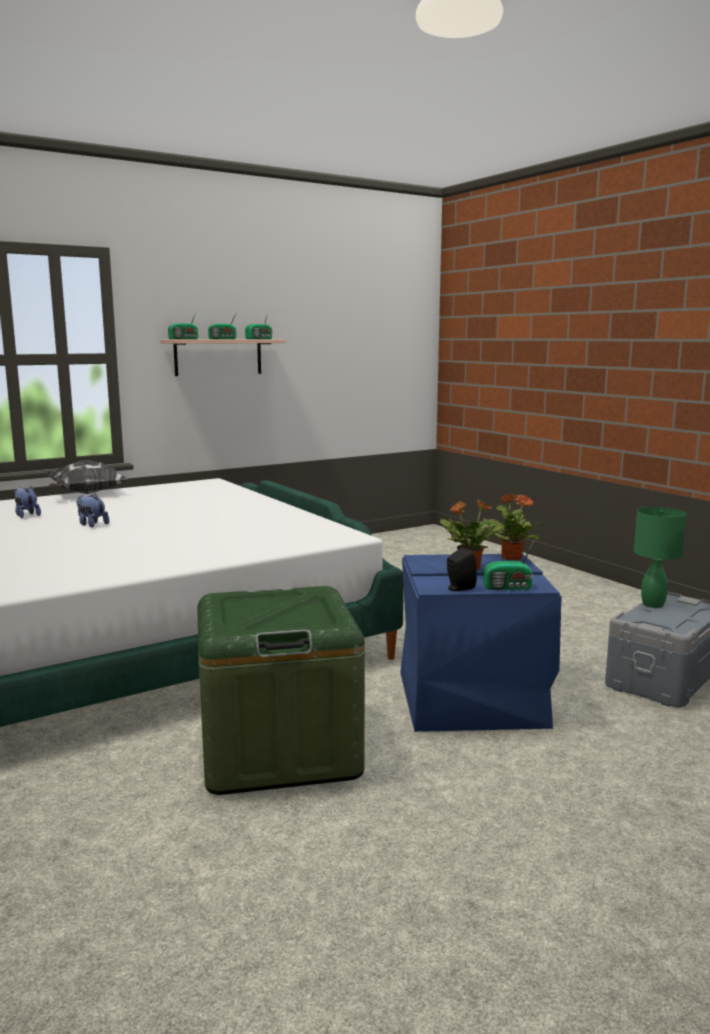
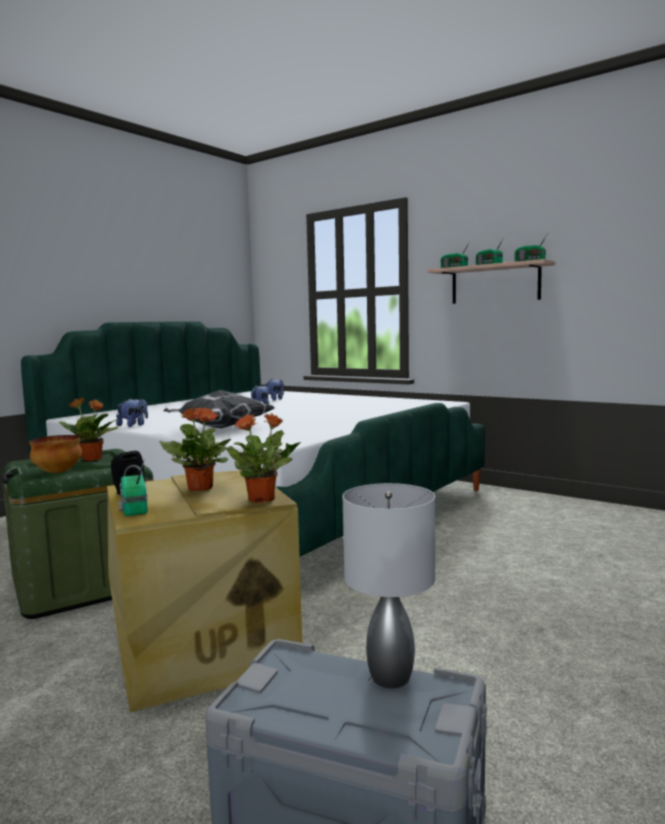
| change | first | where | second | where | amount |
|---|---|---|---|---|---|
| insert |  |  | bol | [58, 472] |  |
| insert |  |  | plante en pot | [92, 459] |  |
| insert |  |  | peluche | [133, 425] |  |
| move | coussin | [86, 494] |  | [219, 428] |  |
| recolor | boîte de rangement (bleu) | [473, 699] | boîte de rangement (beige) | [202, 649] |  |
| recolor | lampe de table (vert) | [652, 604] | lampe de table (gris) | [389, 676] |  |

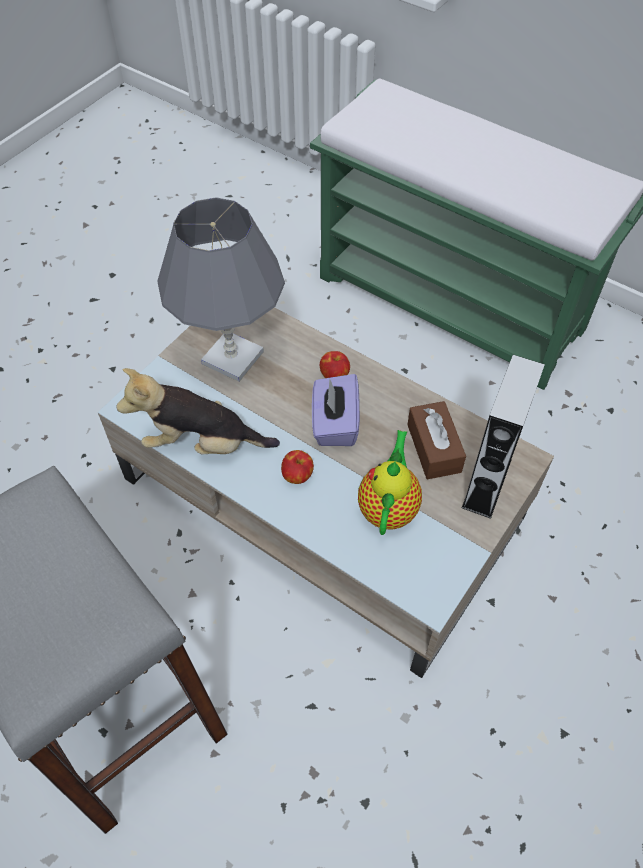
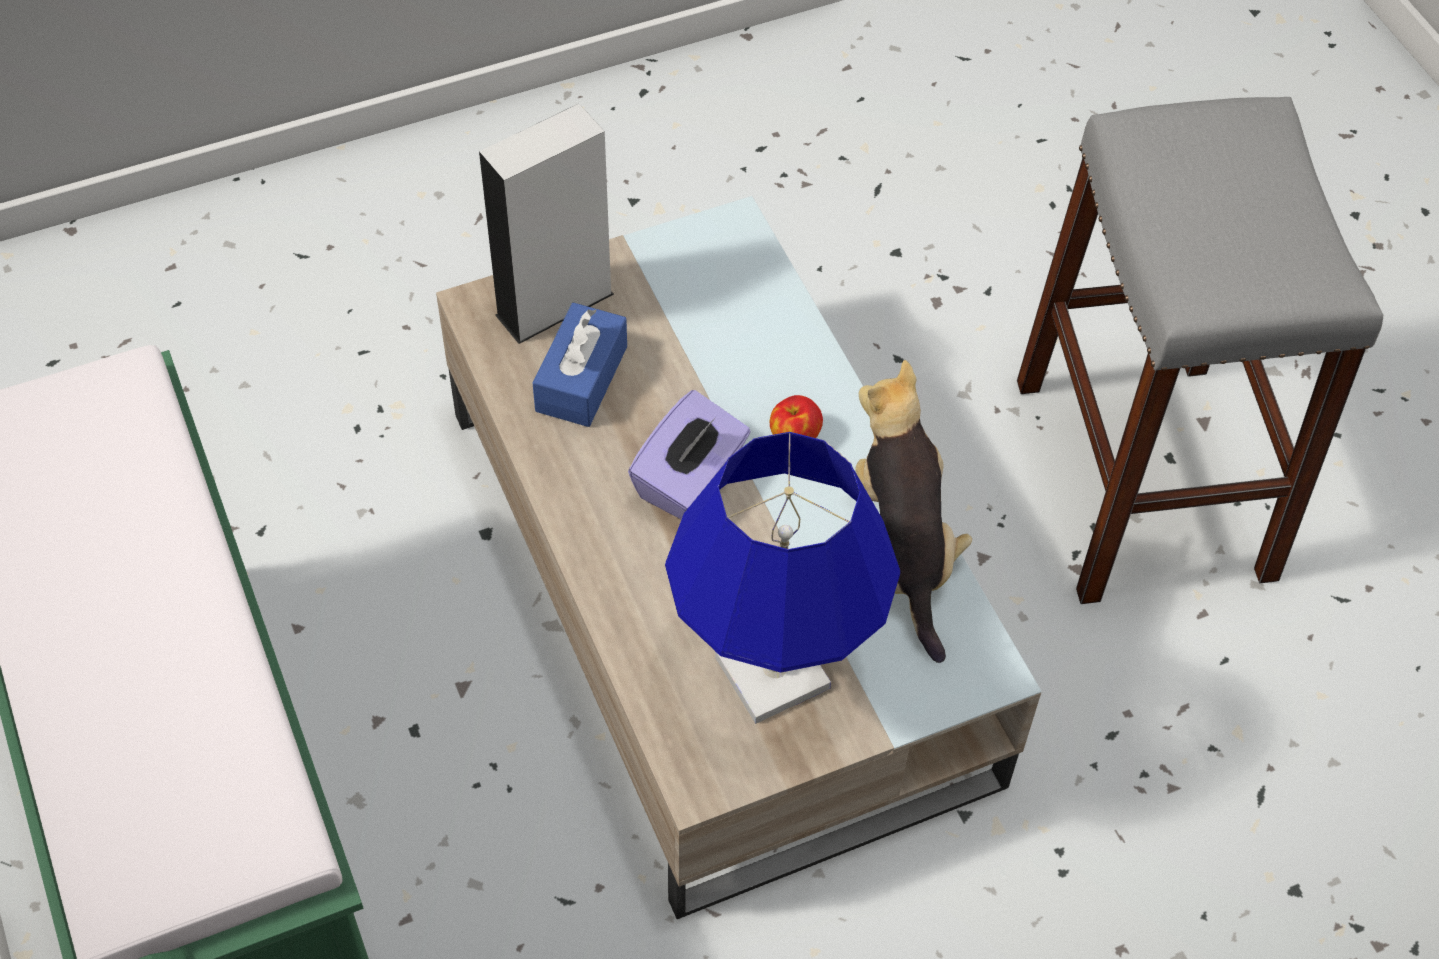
| change | first | where | second | where | amount |
|---|---|---|---|---|---|
| delete | pomme | [334, 375] |  |  |  |
| delete | théière | [388, 506] |  |  |  |
| recolor | lampe de table (gris) | [232, 357] | lampe de table (bleu) | [773, 673] |  |
| recolor | boîte à mouchoirs (marron) | [434, 448] | boîte à mouchoirs (bleu) | [581, 378] |  |
| rotate | peluche | [202, 443] |  | [902, 551] | 135 degrees counterclockwise |

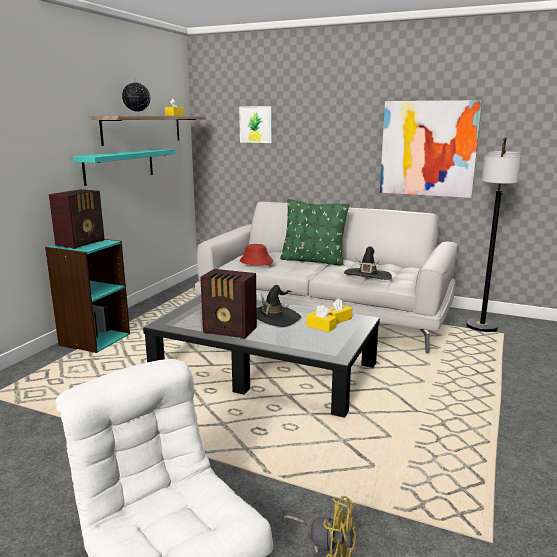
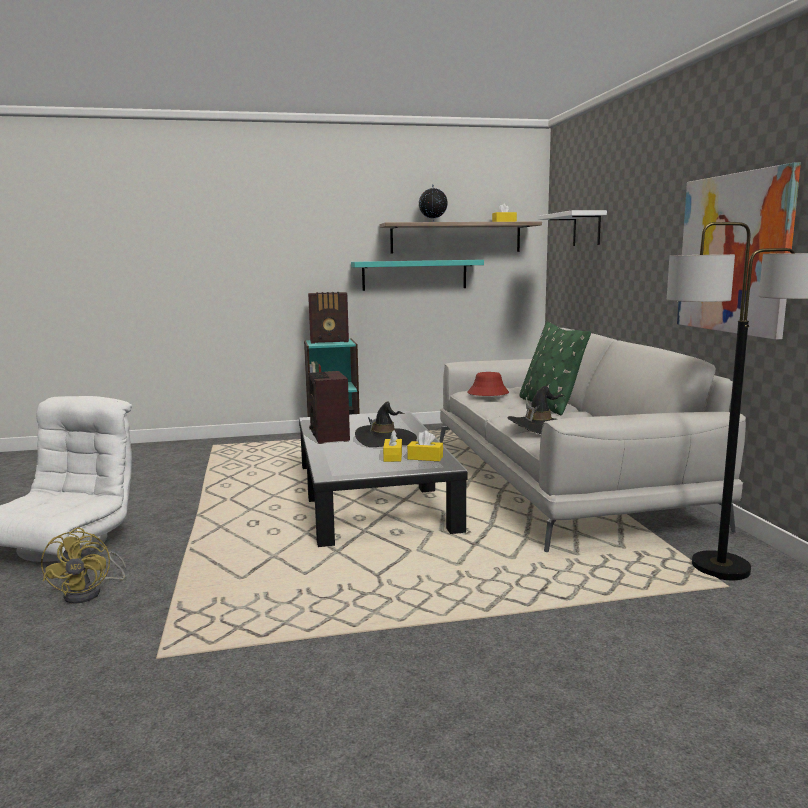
| change | first | where | second | where | amount |
|---|---|---|---|---|---|
| replace | tableau | [256, 124] | étagère (blanc) | [586, 229] |  |

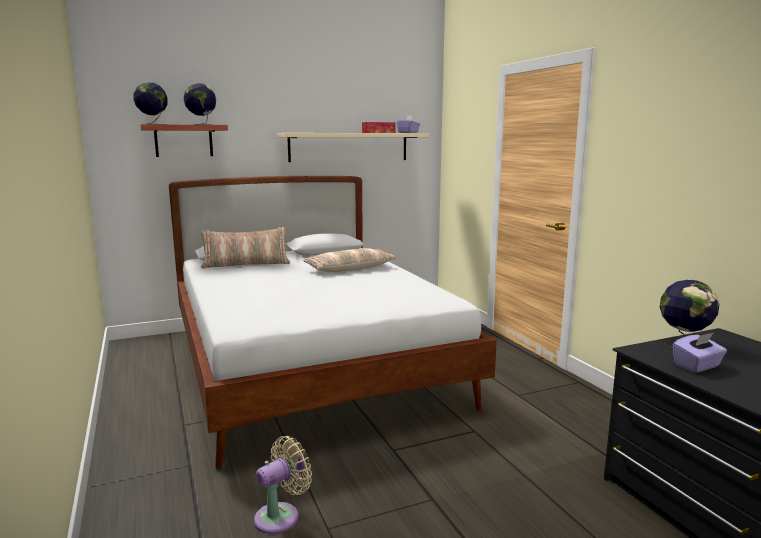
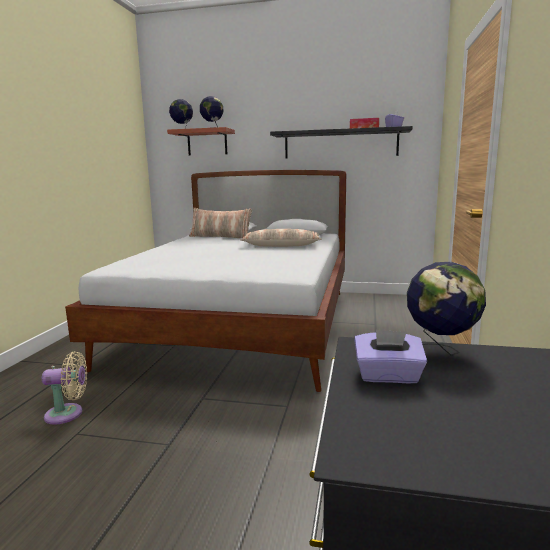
| change | first | where | second | where | amount |
|---|---|---|---|---|---|
| recolor | étagère (beige) | [349, 147] | étagère (noir) | [340, 144] |  |

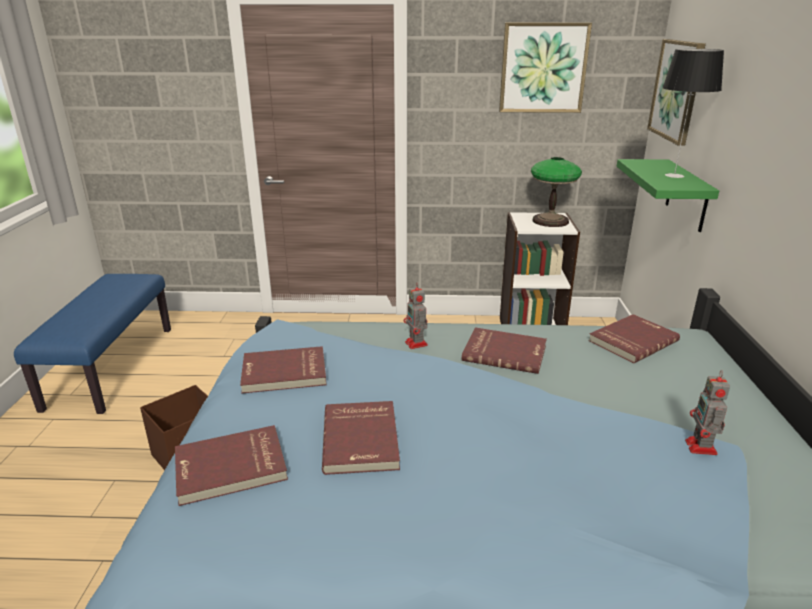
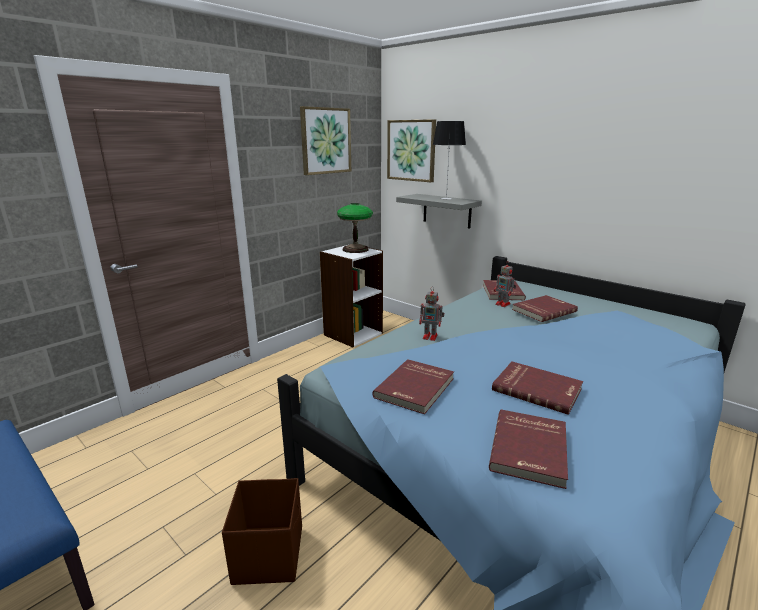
| change | first | where | second | where | amount |
|---|---|---|---|---|---|
| move | livre (rouge) | [504, 352] |  | [543, 310] |  |
| move | robot jouet | [701, 448] |  | [503, 304] |  |
| recolor | étagère (vert) | [687, 195] | étagère (gris) | [447, 210] |  |

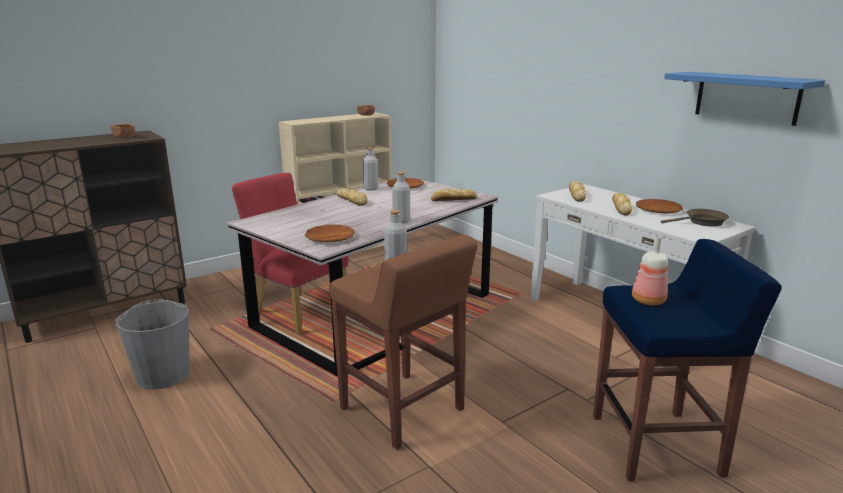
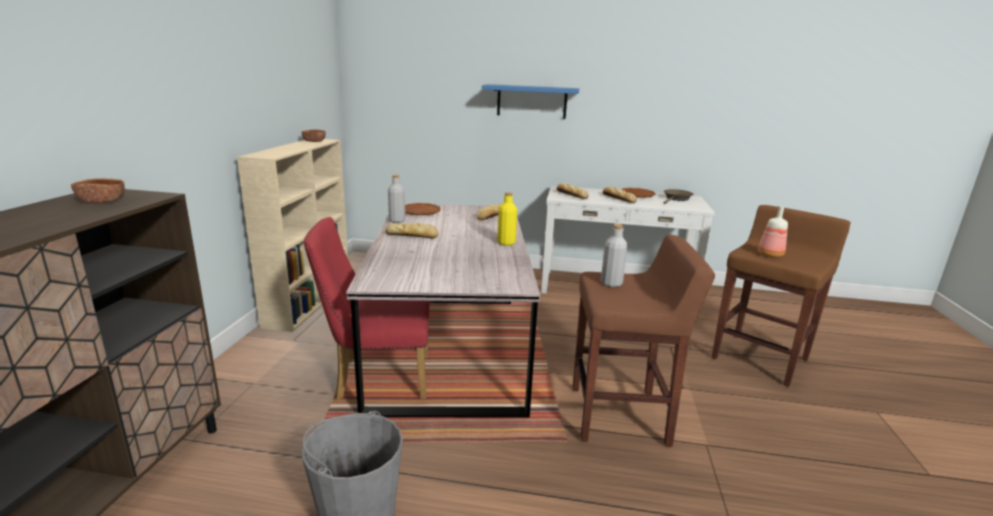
| change | first | where | second | where | amount |
|---|---|---|---|---|---|
| delete | assiette (marron) | [330, 237] |  |  |  |
| move | étagère (bleu) | [746, 97] |  | [531, 101] |  |
| recolor | bouteille (gris) | [401, 221] | bouteille (jaune) | [506, 243] |  |
| recolor | tabouret (bleu) | [658, 445] | tabouret (marron) | [760, 358] |  |

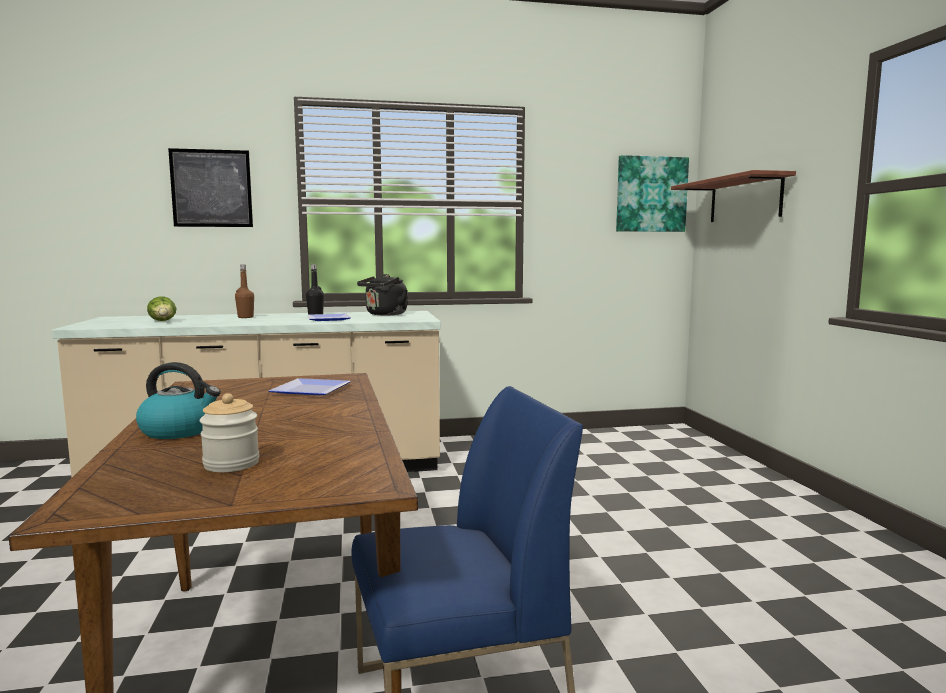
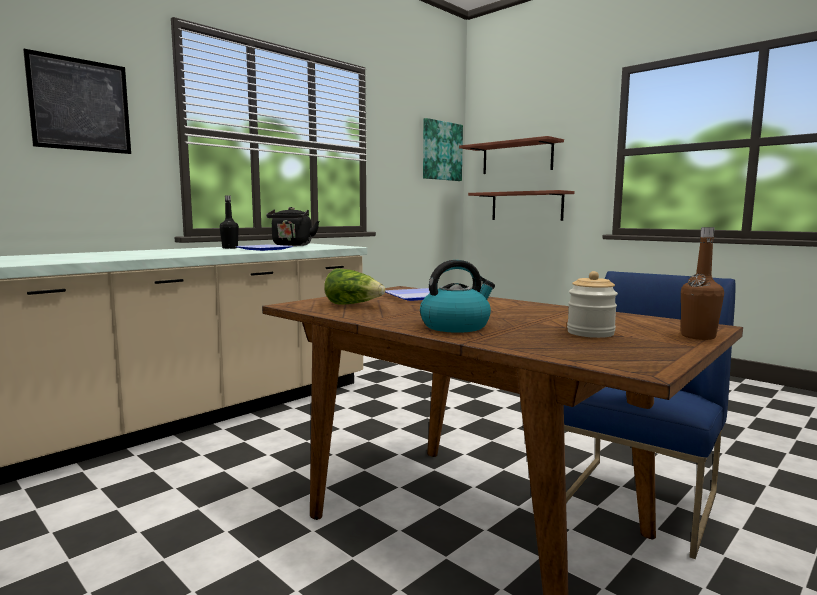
| change | first | where | second | where | amount |
|---|---|---|---|---|---|
| insert |  |  | étagère | [526, 206] |  |
| move | laitue | [163, 321] |  | [353, 305] |  |
| move | bouteille (marron) | [245, 317] |  | [698, 336] |  |

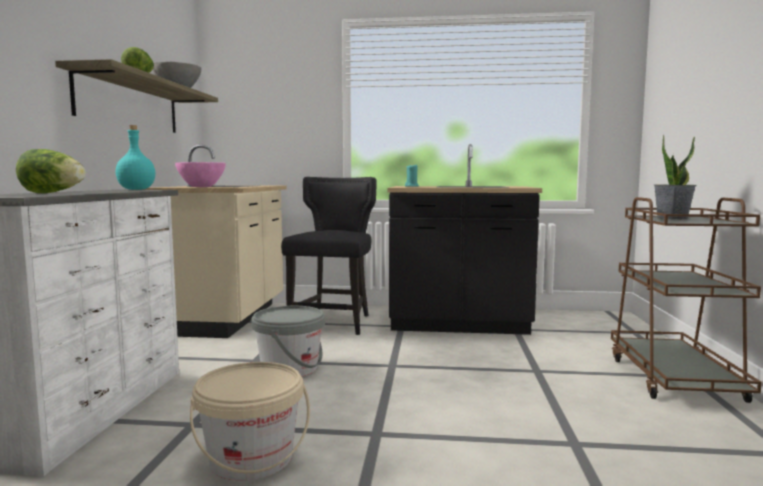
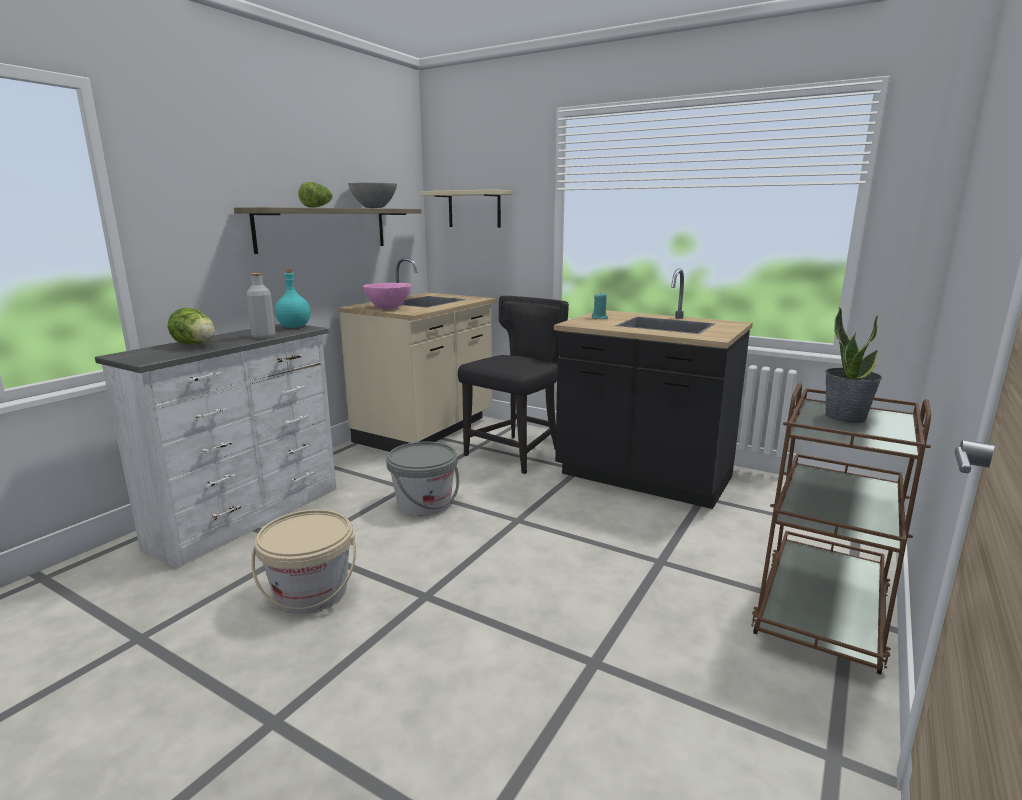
| change | first | where | second | where | amount |
|---|---|---|---|---|---|
| insert |  |  | bouteille (gris) | [263, 336] |  |
| insert |  |  | étagère (beige) | [474, 209] |  |

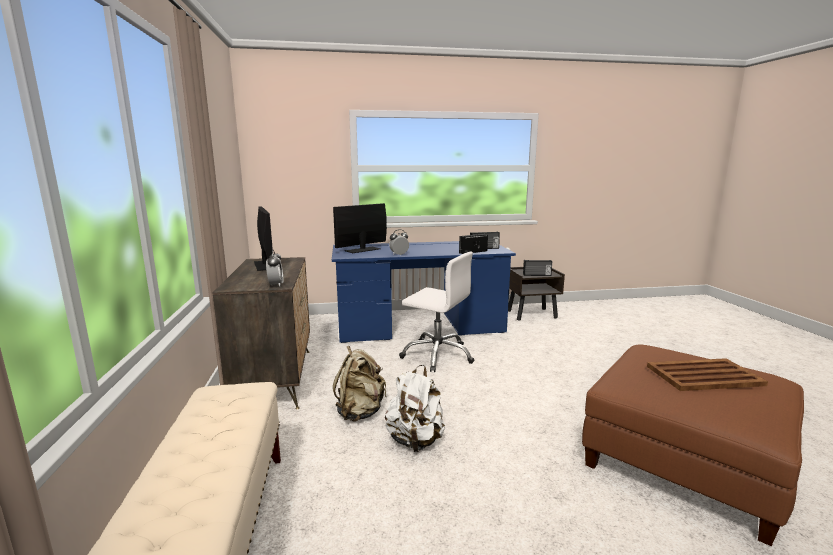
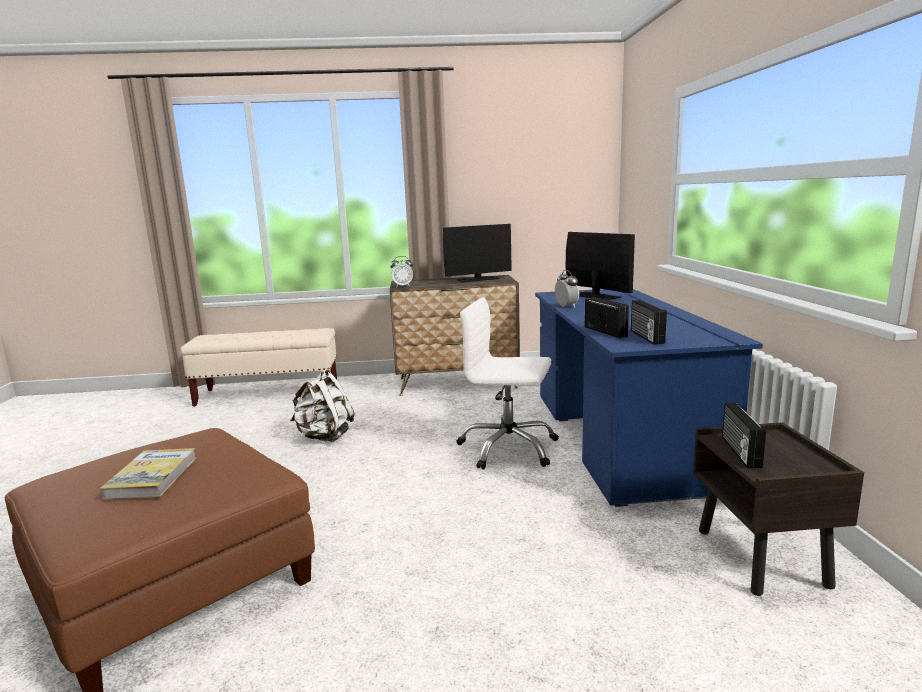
| change | first | where | second | where | amount |
|---|---|---|---|---|---|
| delete | sac à dos (beige) | [360, 412] |  |  |  |
| replace | plateau (marron) | [703, 375] | livre | [152, 477] |  |
| rotate | chaise de bureau (blanc) | [438, 355] |  | [508, 448] | 75 degrees clockwise |

